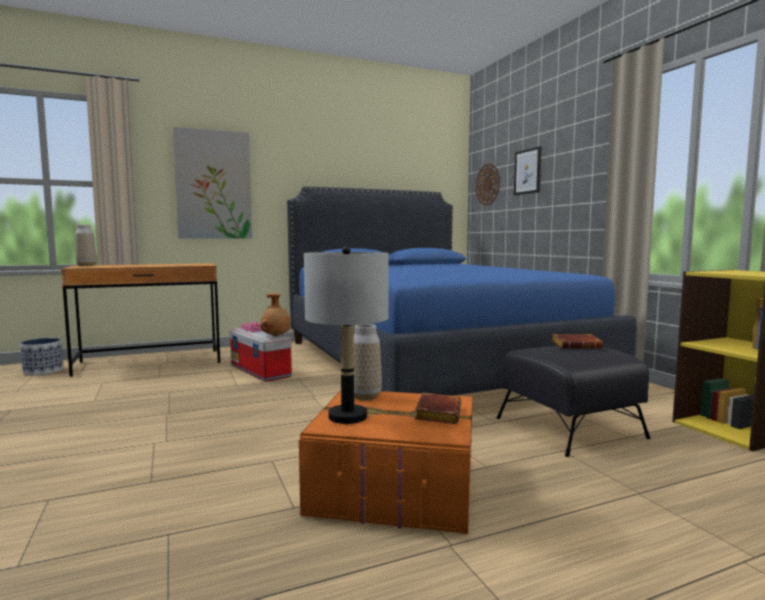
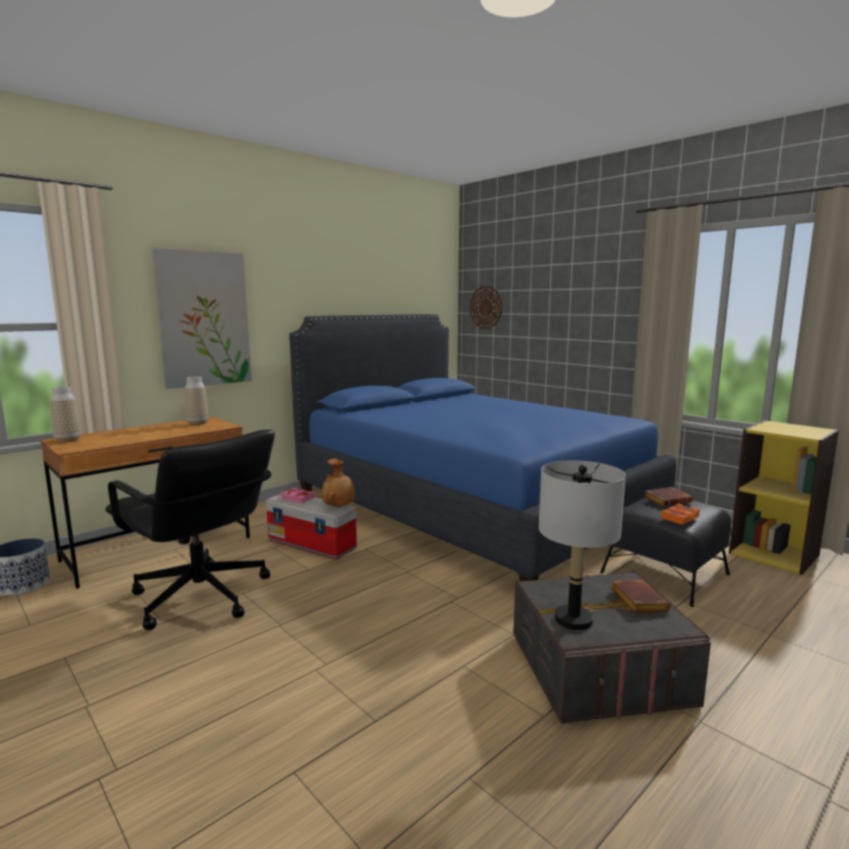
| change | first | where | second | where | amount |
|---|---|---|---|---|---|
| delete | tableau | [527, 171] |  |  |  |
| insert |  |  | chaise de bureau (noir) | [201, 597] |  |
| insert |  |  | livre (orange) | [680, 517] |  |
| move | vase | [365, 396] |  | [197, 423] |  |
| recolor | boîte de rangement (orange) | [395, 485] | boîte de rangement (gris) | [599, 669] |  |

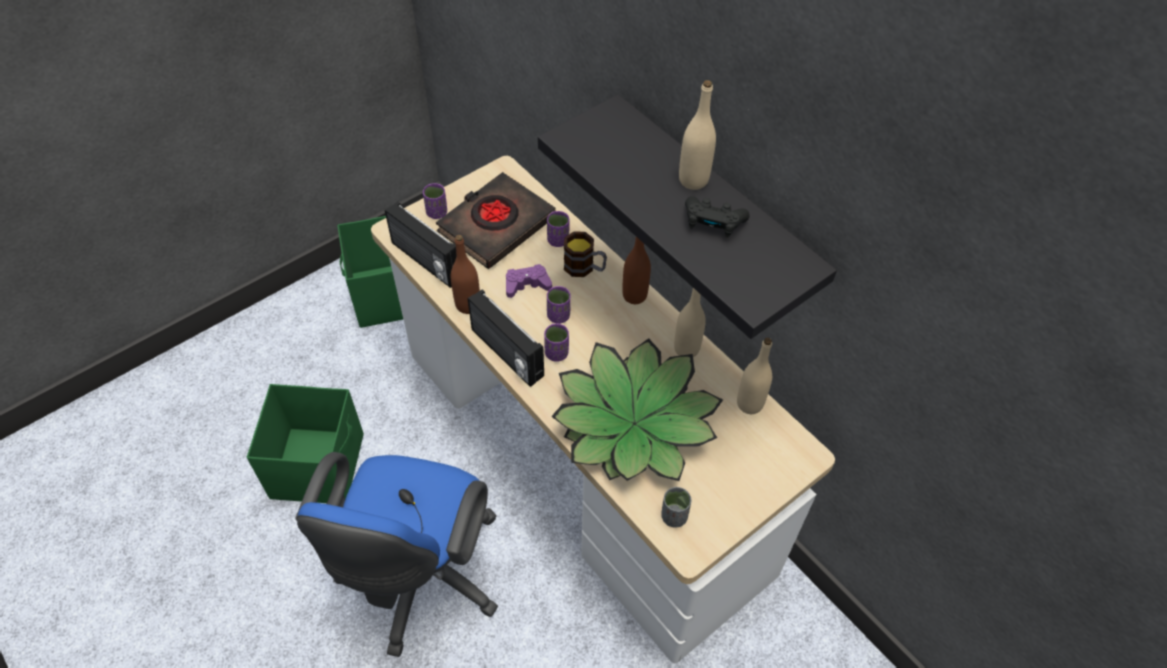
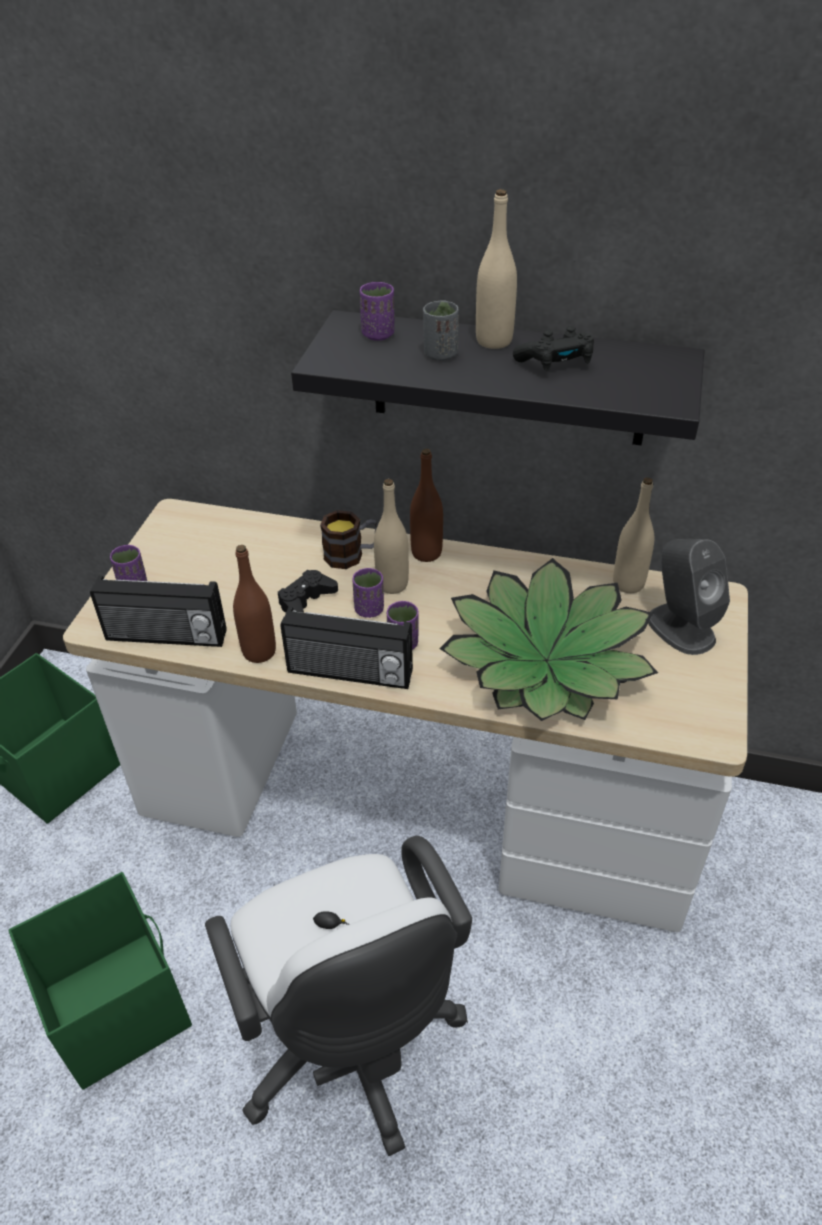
| change | first | where | second | where | amount |
|---|---|---|---|---|---|
| delete | livre (noir) | [496, 225] |  |  |  |
| insert |  |  | enceinte (gris) | [680, 628] |  |
| move | tasse (violet) | [558, 240] |  | [378, 334] |  |
| move | tasse (gris) | [674, 516] |  | [440, 354] |  |
| move | bouteille (beige) | [686, 349] |  | [392, 584] |  |
| recolor | chaise de bureau (bleu) | [419, 580] | chaise de bureau (blanc) | [351, 1046] |  |
| recolor | manette (violet) | [527, 285] | manette (noir) | [306, 600] |  |

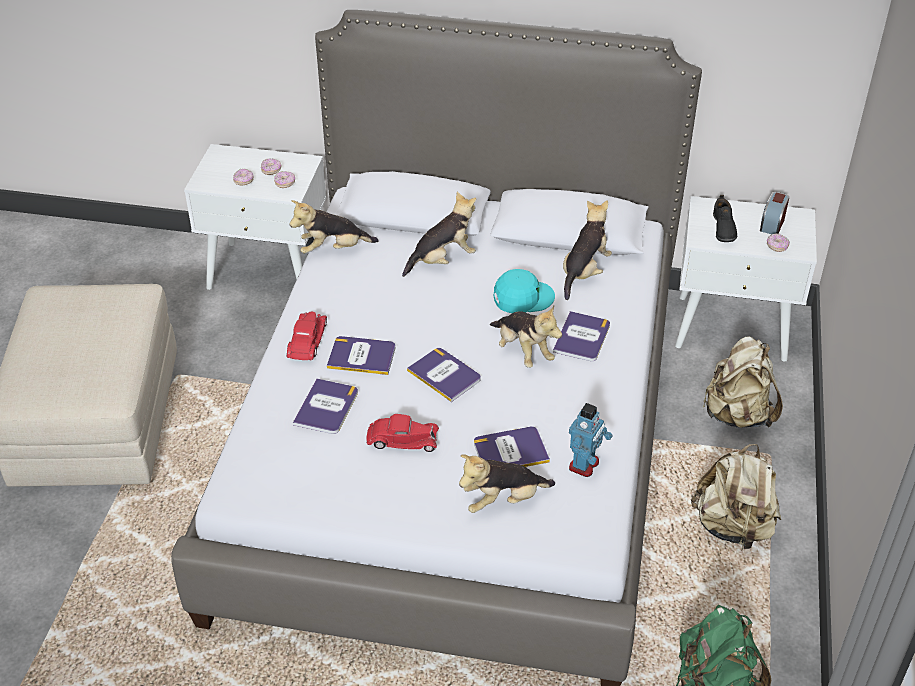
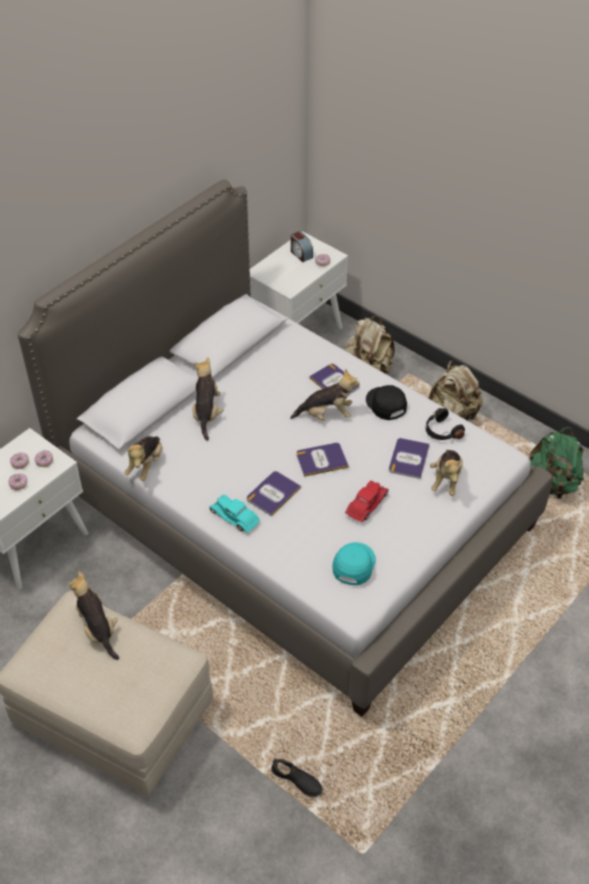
| change | first | where | second | where | amount |
|---|---|---|---|---|---|
| delete | livre | [326, 407] |  |  |  |
| insert |  |  | casquette (noir) | [386, 404] |  |
| move | casquette (turquoise) | [522, 297] |  | [353, 564] |  |
| move | peluche | [584, 272] |  | [98, 629] |  |
| move | chaussure (noir) | [723, 228] |  | [296, 781] |  |
| replace | robot jouet | [584, 465] | casque audio (noir) | [441, 431] |  |
| recolor | petite voiture (rouge) | [307, 341] | petite voiture (turquoise) | [235, 516] |  |

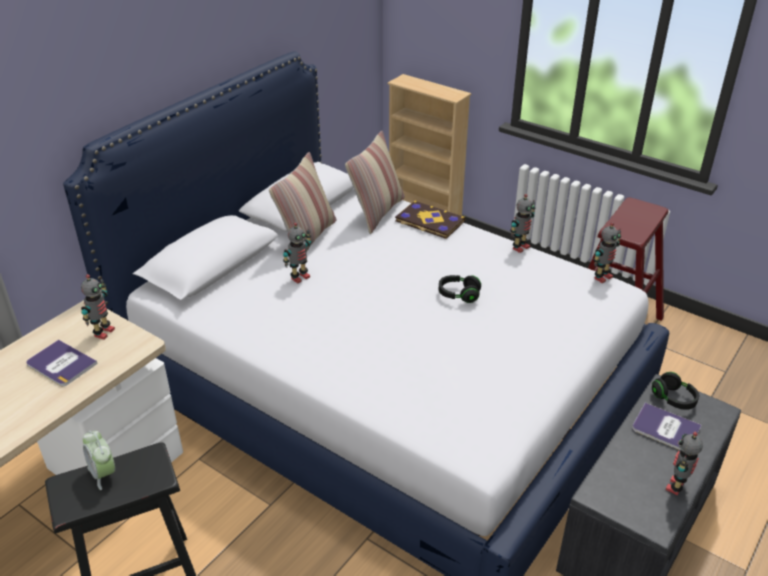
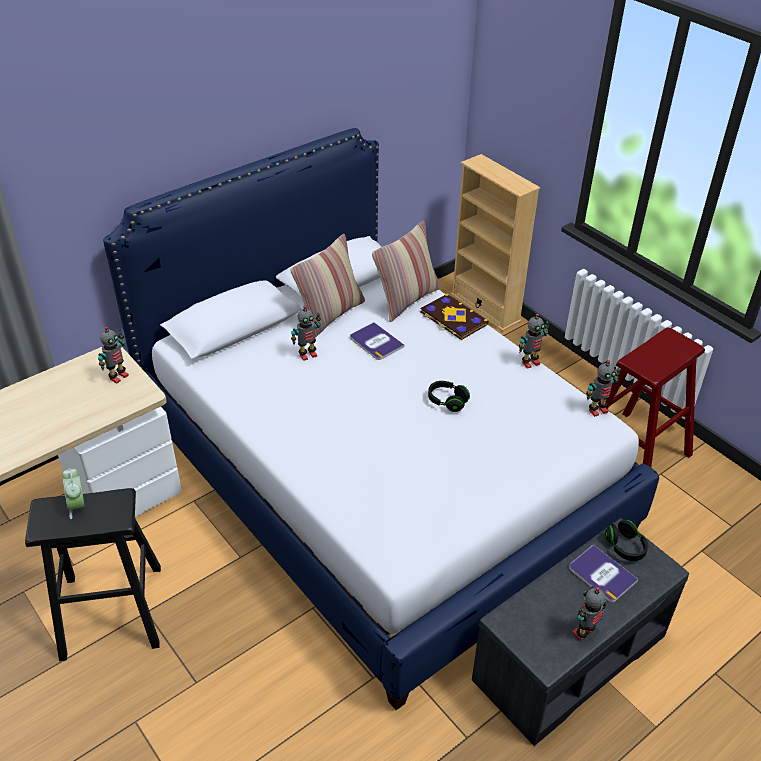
| change | first | where | second | where | amount |
|---|---|---|---|---|---|
| move | livre | [61, 364] |  | [376, 342] |  |

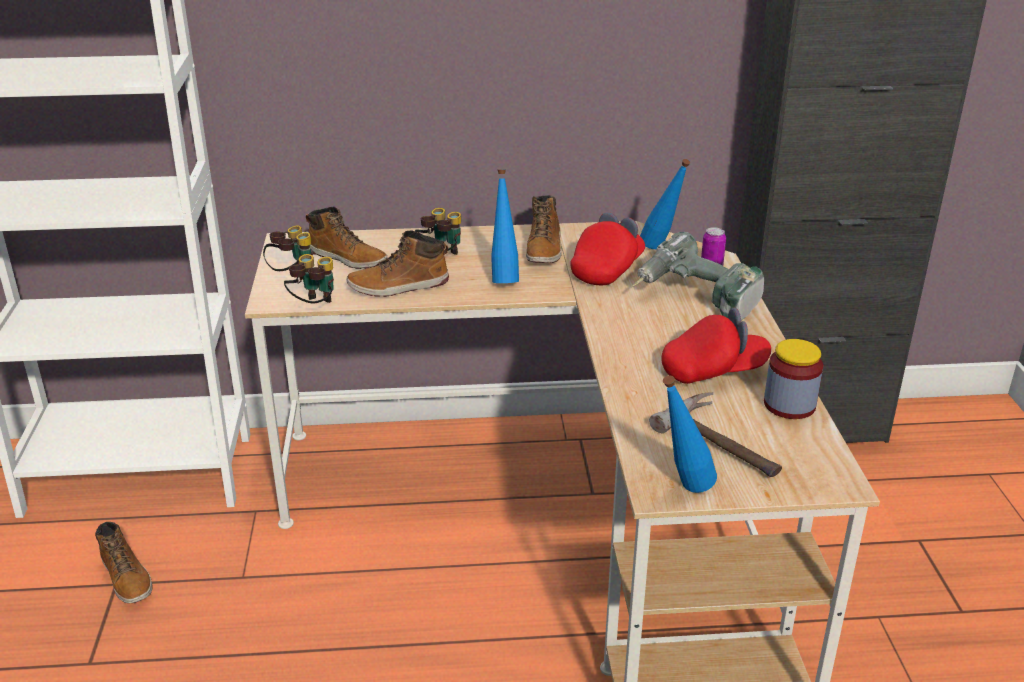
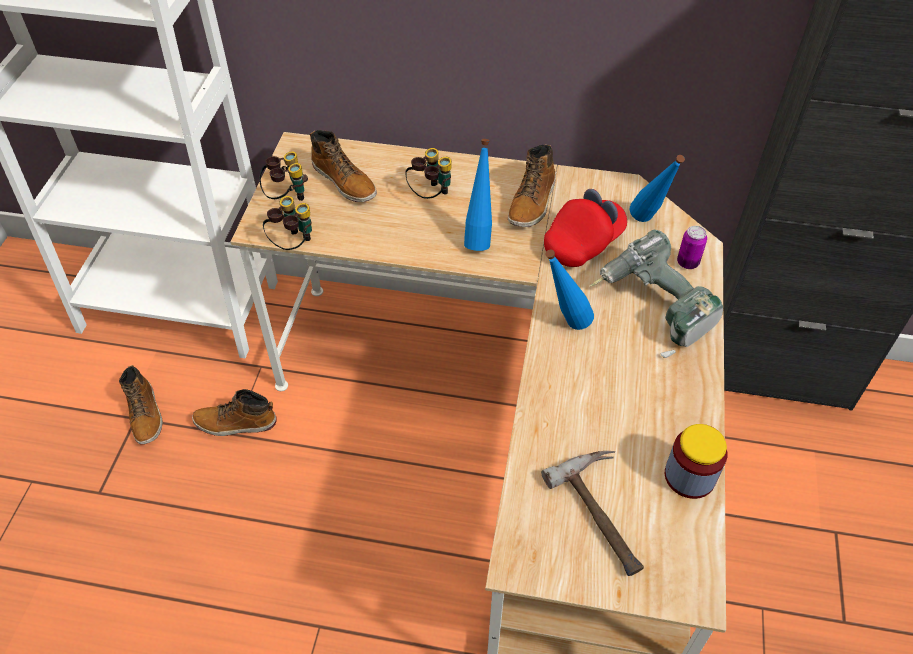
| change | first | where | second | where | amount |
|---|---|---|---|---|---|
| delete | casquette (rouge) | [713, 371] |  |  |  |
| move | botte | [399, 286] |  | [235, 423] |  |
| move | bouteille (bleu) | [682, 491] |  | [564, 325] |  |

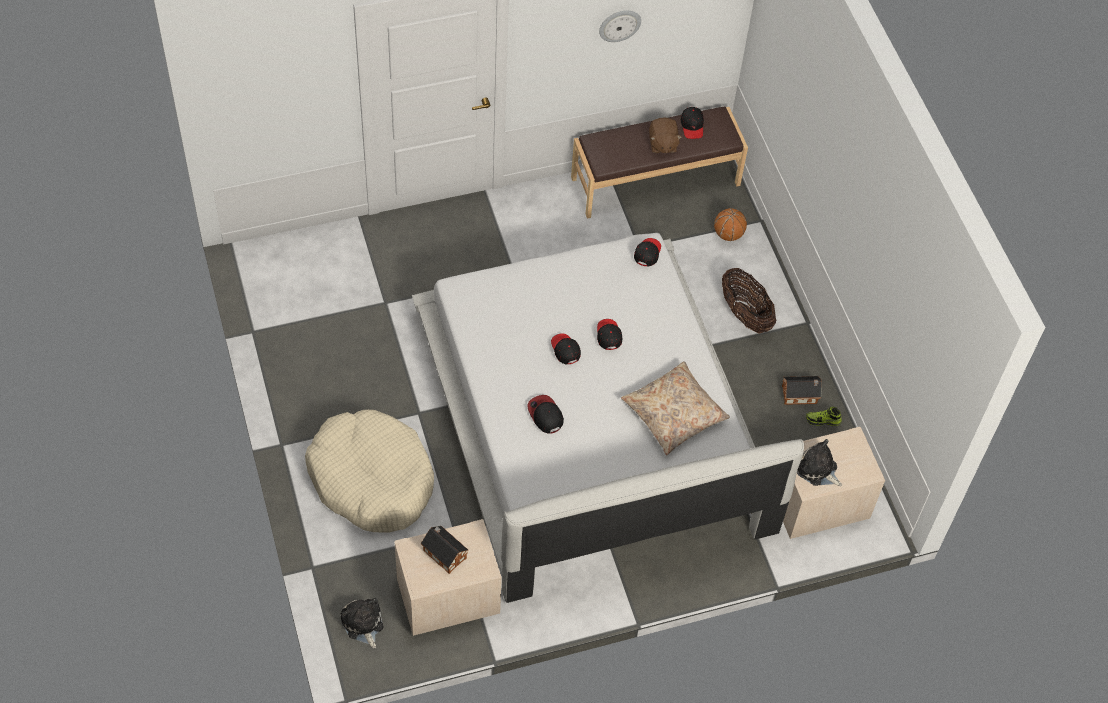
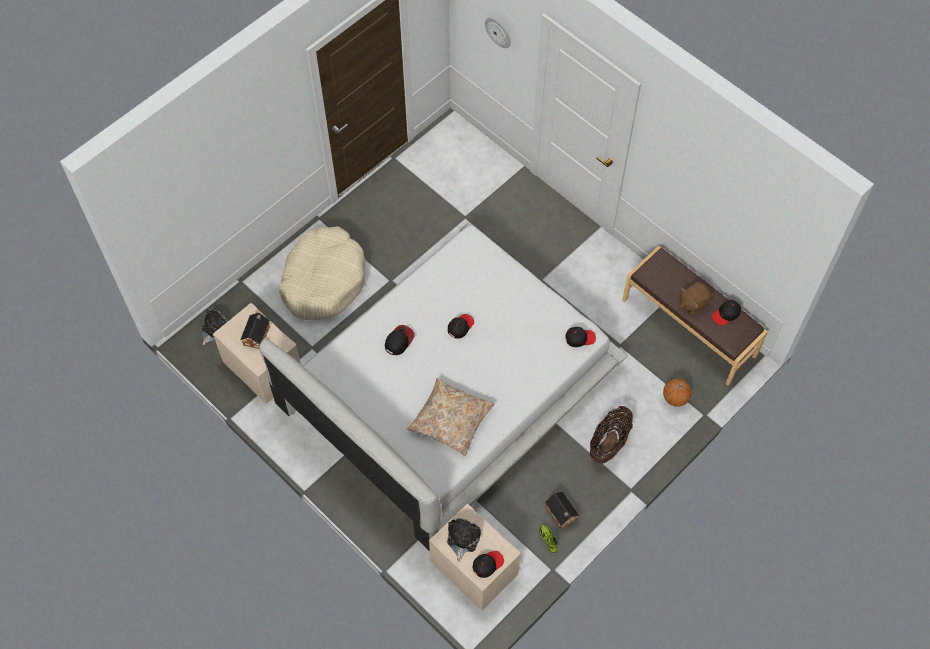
| change | first | where | second | where | amount |
|---|---|---|---|---|---|
| move | casquette (noir) | [608, 335] |  | [487, 564] |  |
| move | horloge murale | [619, 25] |  | [498, 32] |  |

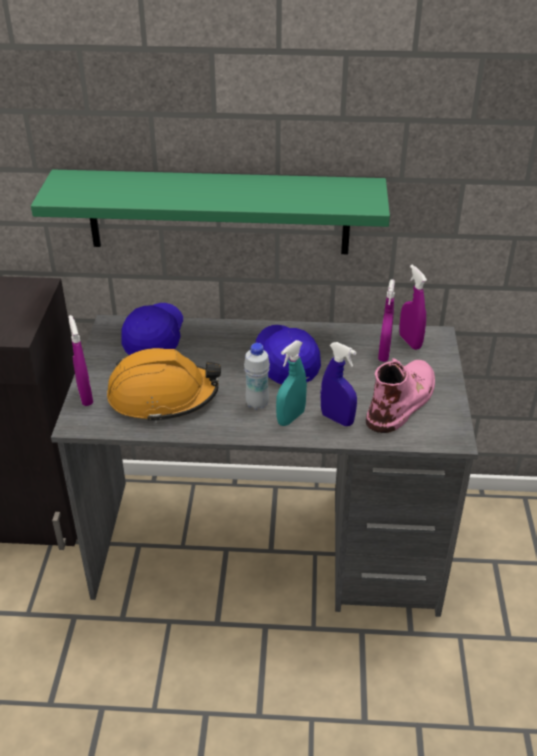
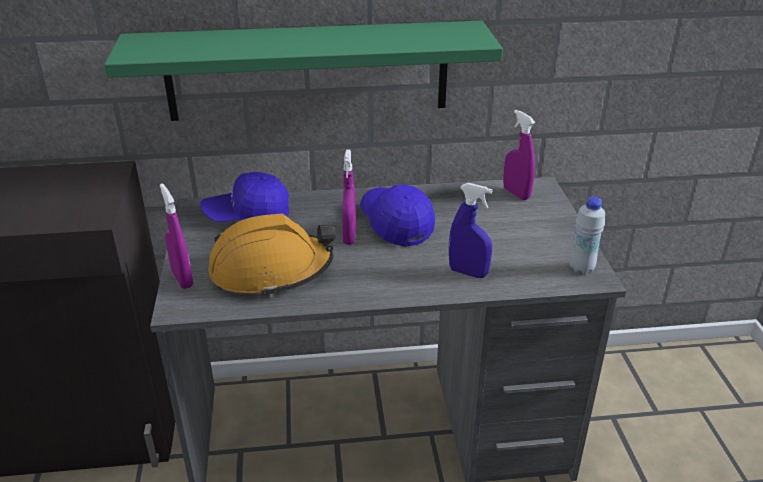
| change | first | where | second | where | amount |
|---|---|---|---|---|---|
| delete | vaporisateur (turquoise) | [291, 418] |  |  |  |
| delete | botte (rose) | [402, 399] |  |  |  |
| move | bouteille (blanc) | [257, 404] |  | [581, 268] |  |
| move | vaporisateur (violet) | [384, 354] |  | [349, 237] |  |
| rotate | casquette (bleu) | [154, 339] |  | [247, 215] | 105 degrees counterclockwise |

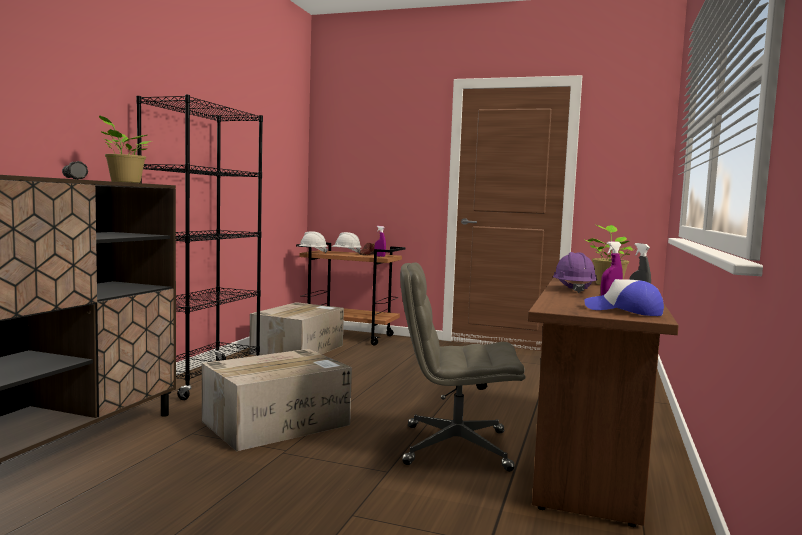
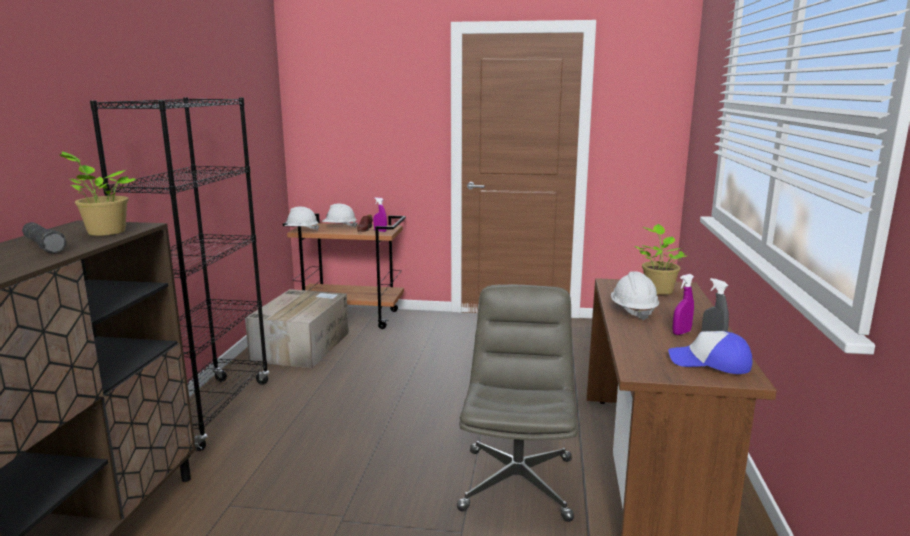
| change | first | where | second | where | amount |
|---|---|---|---|---|---|
| delete | carton | [277, 422] |  |  |  |
| recolor | casque de chantier (violet) | [573, 289] | casque de chantier (blanc) | [633, 311] |  |
| rotate | chaise de bureau (gris) | [454, 447] |  | [517, 482] | 105 degrees clockwise |

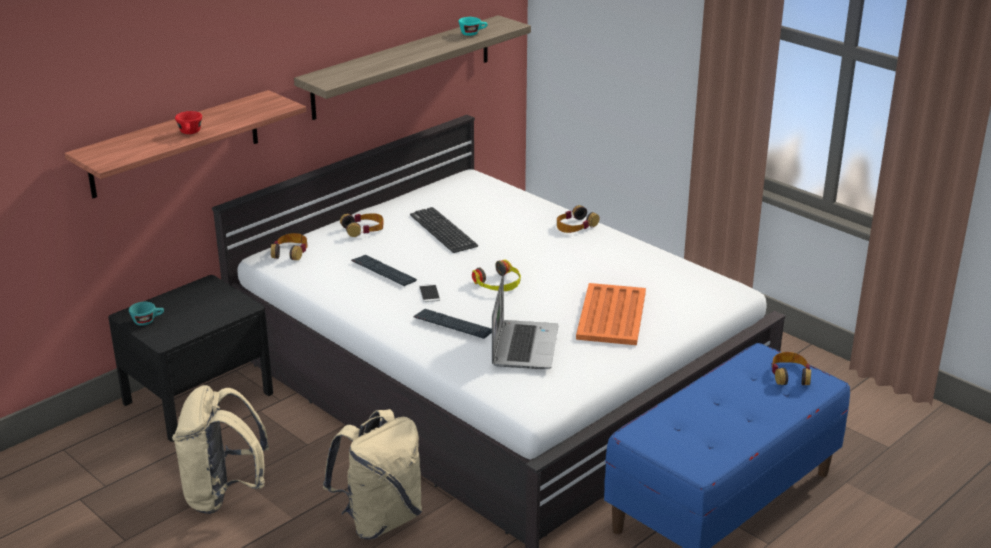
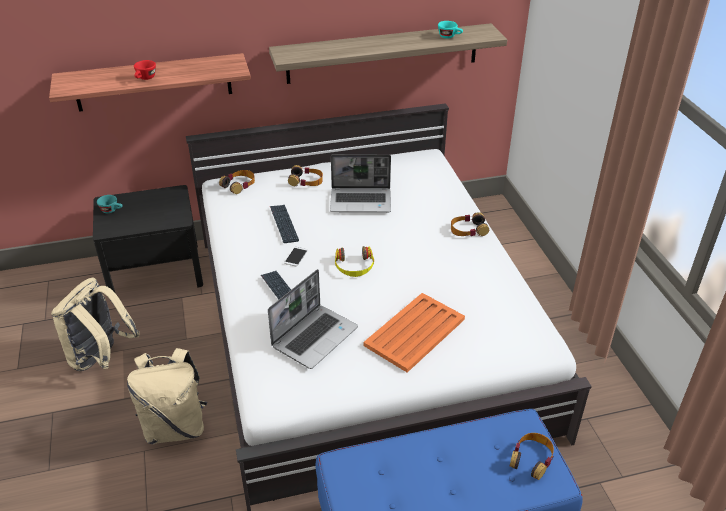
| change | first | where | second | where | amount |
|---|---|---|---|---|---|
| replace | clavier | [443, 231] | ordinateur portable | [361, 201] |  |

